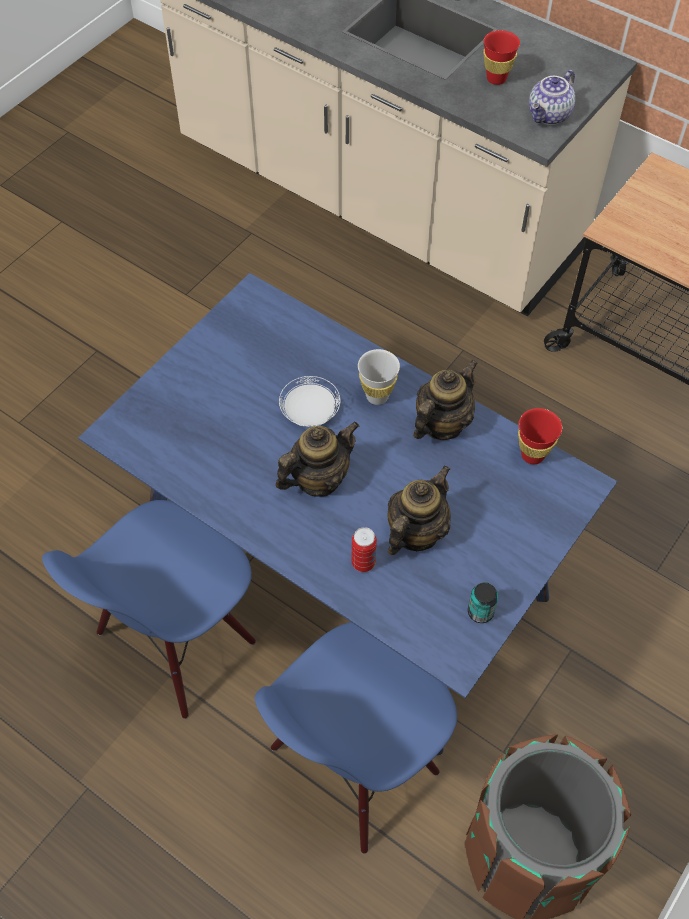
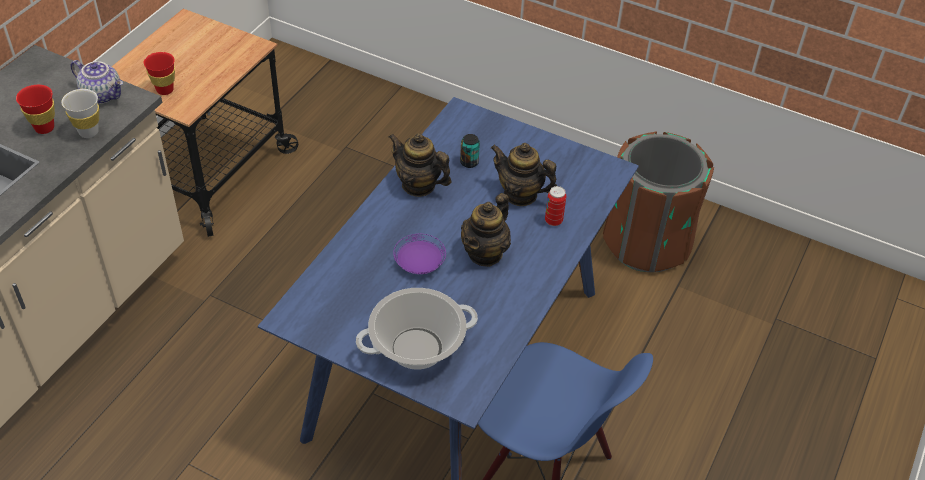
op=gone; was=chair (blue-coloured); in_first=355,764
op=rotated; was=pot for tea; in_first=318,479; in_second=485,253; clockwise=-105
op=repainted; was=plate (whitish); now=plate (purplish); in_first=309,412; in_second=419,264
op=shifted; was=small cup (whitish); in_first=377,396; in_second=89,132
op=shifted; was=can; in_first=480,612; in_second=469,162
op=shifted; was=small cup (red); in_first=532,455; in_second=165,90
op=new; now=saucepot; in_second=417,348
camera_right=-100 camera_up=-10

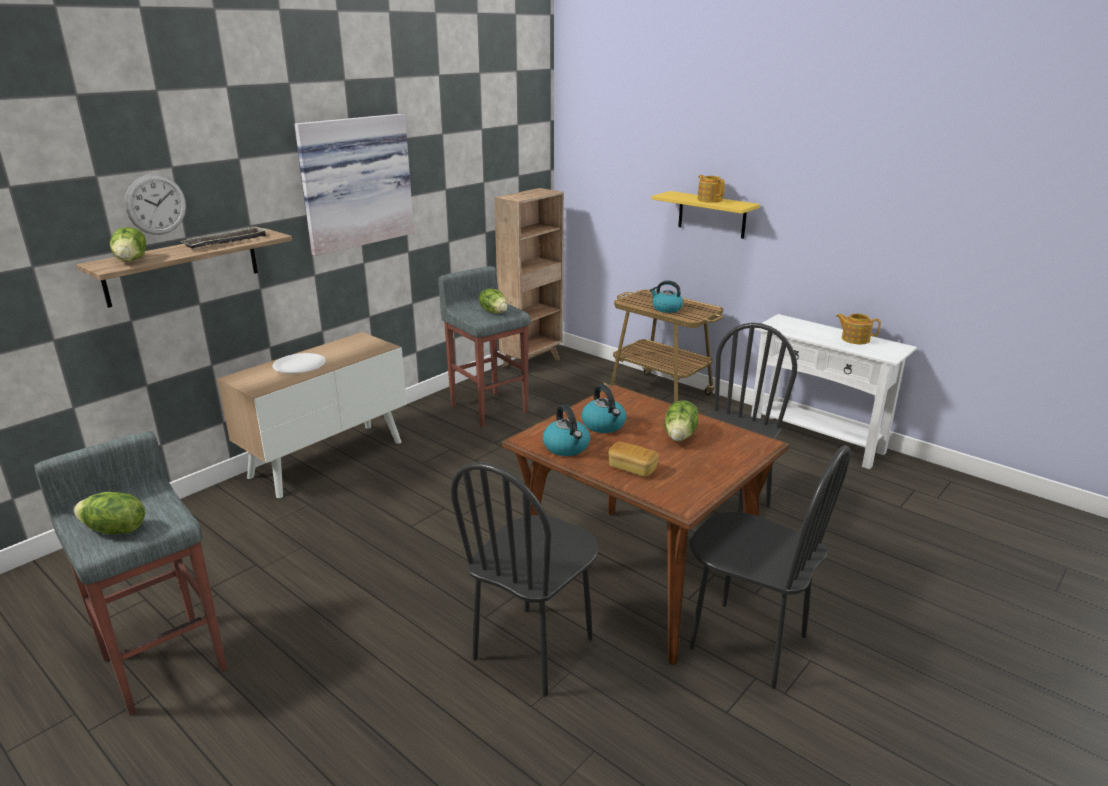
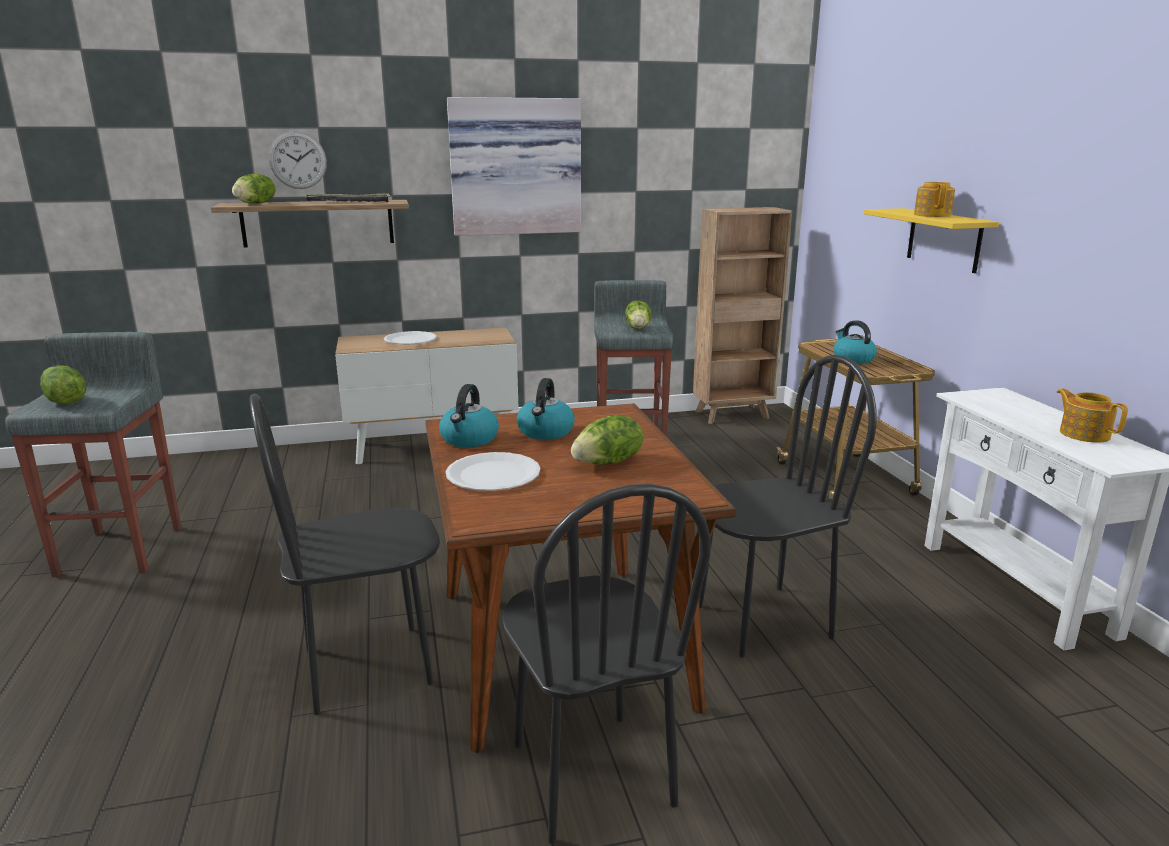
op=swapped; was=baked bread; now=plate (whitish); in_first=632,469; in_second=493,474
camera_right=35 camera_up=-5

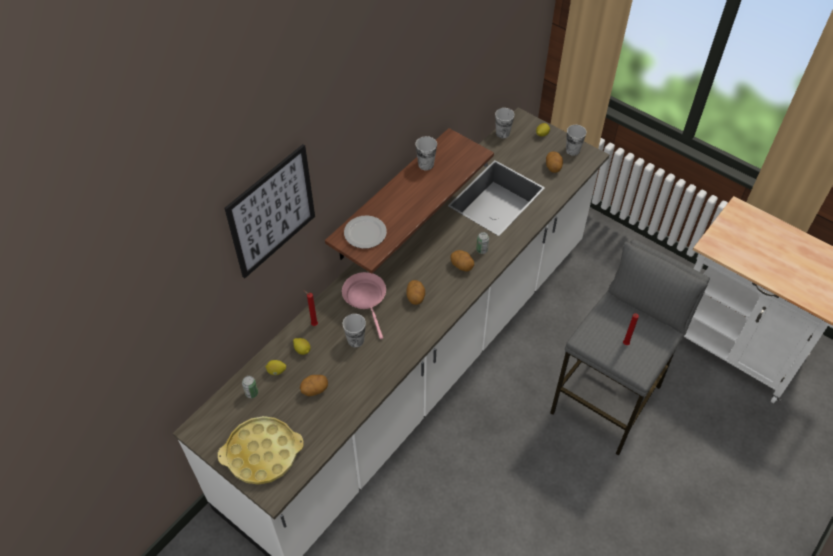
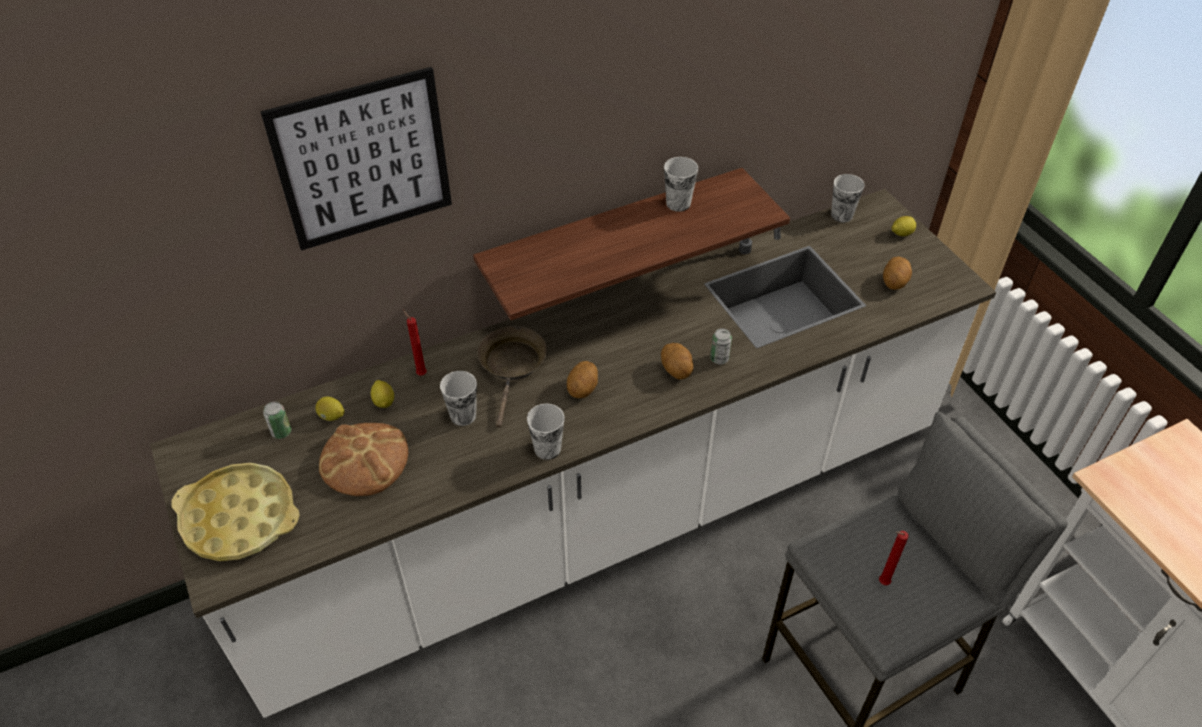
op=swapped; was=potato; now=baked bread; in_first=314,390; in_second=364,460
op=repainted; was=frying pan (pink); now=frying pan (brown); in_first=366,299; in_second=512,366
op=gone; was=plate; in_first=365,233
op=shifted; was=small cup; in_first=572,150; in_second=547,449
camera_right=25 camera_up=-5

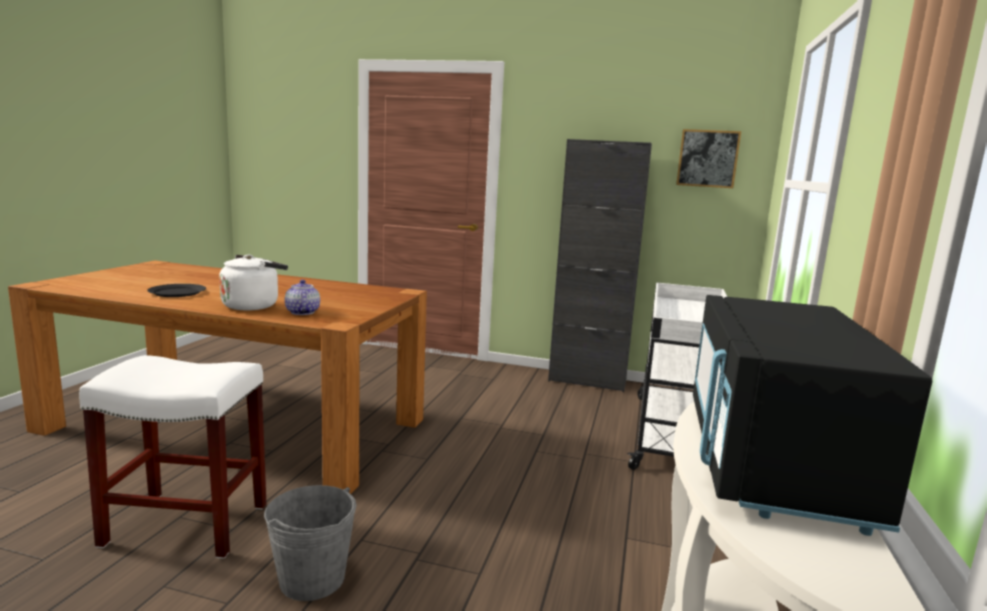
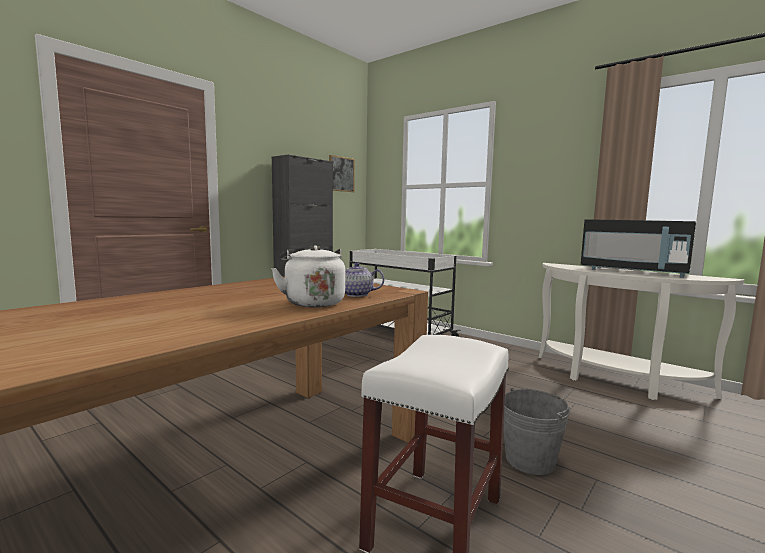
op=gone; was=plate (black-coloured); in_first=177,292
camera_right=-65 camera_up=-5

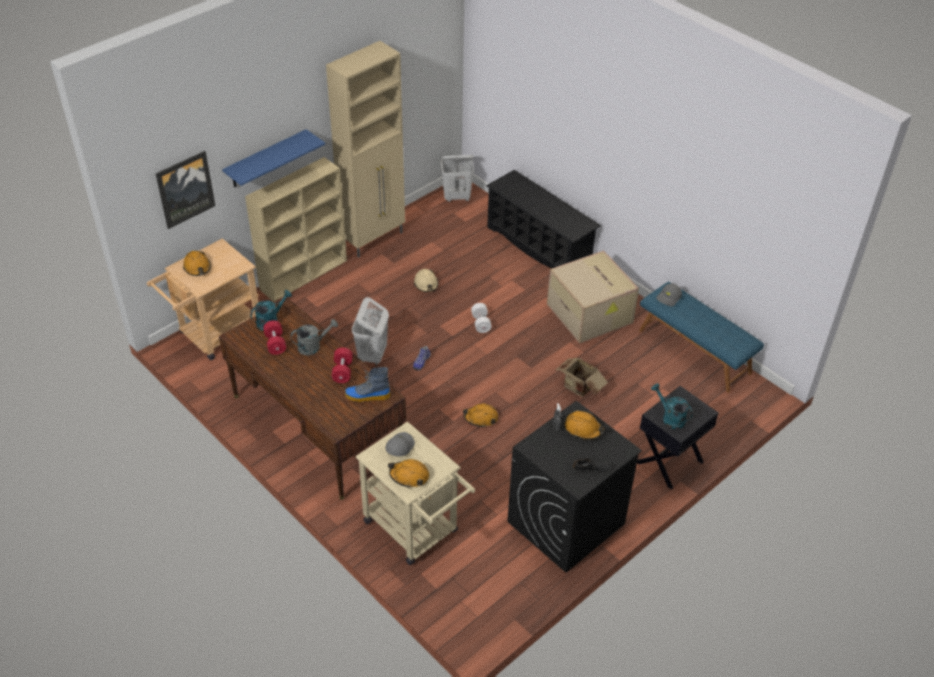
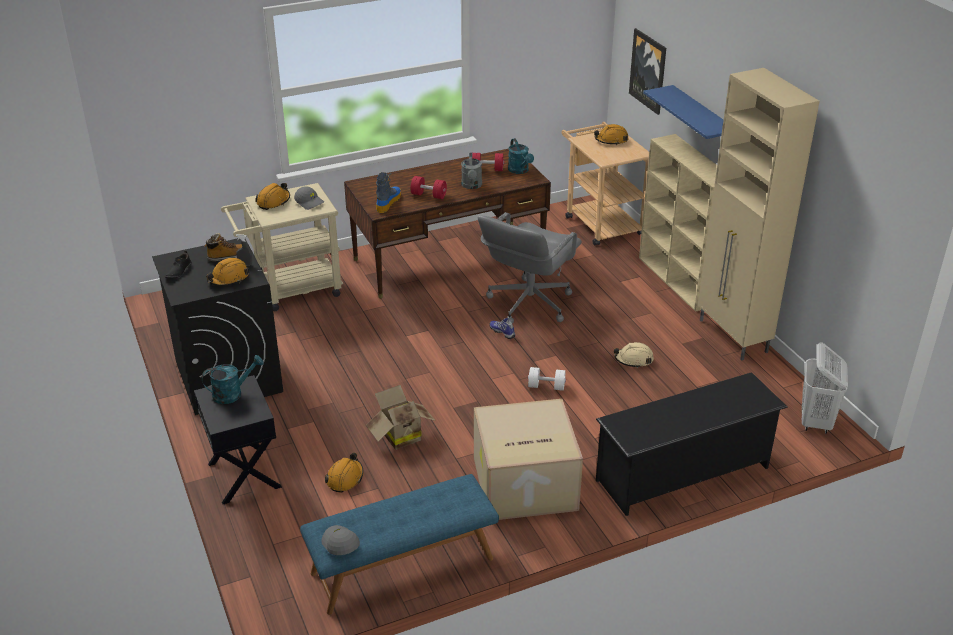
op=swapped; was=washing basket (whitish); now=computer chair (grey); in_first=372,355; in_second=528,303
op=shifted; was=hard hat (orangey); in_first=481,418; in_second=345,478
op=shifted; was=cap (grey); in_first=669,298; in_second=340,544
op=new; now=tall boot; in_second=228,256
camera_right=110 camera_up=-10

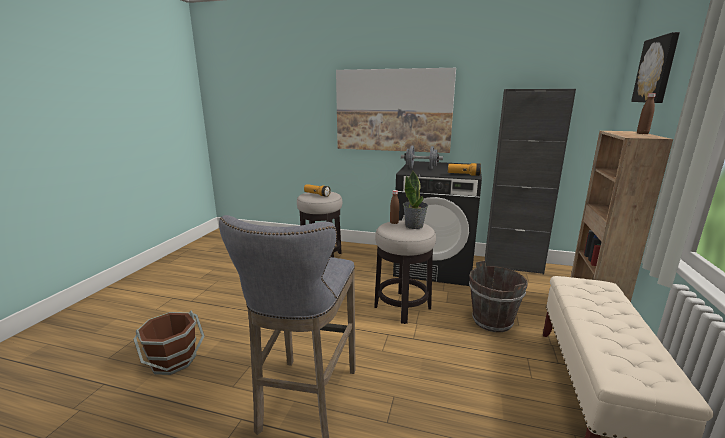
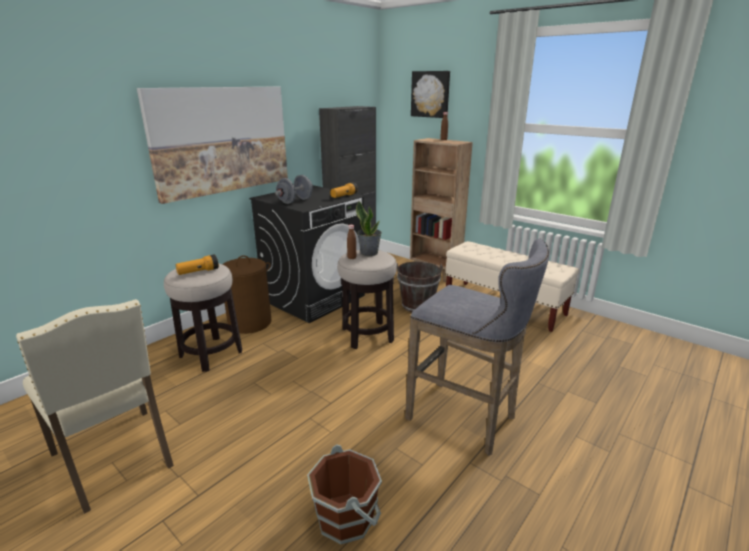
op=new; now=chair (sand-coloured); in_second=116,459
op=new; now=washing basket (brown); in_second=249,323
camera_right=-65 camera_up=5

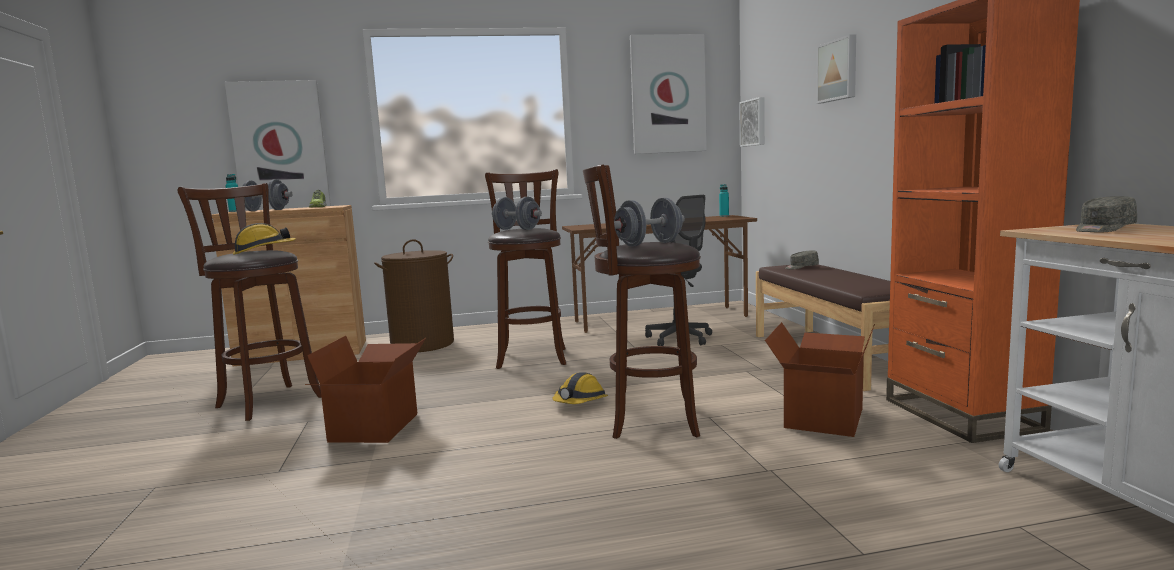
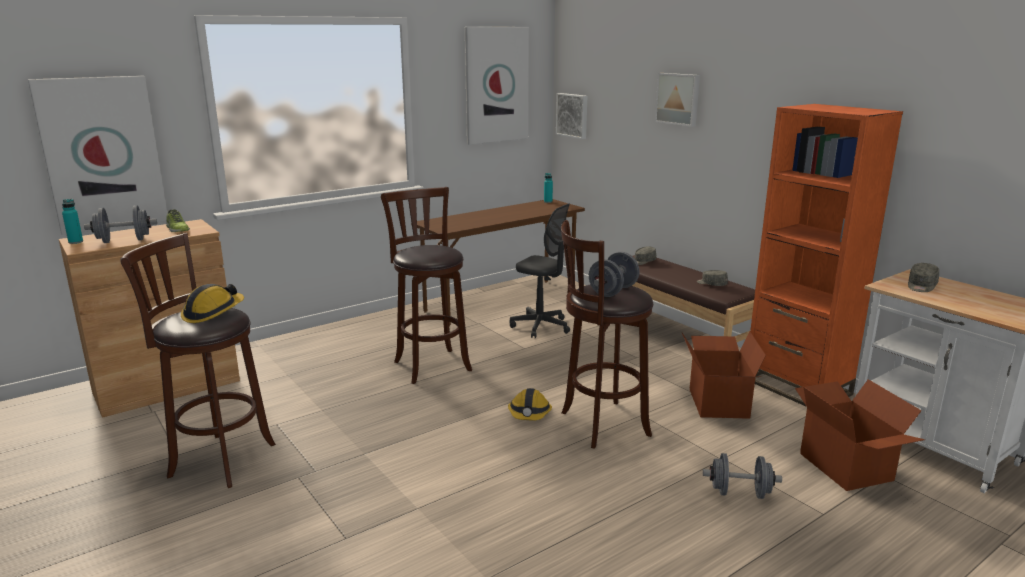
op=shifted; was=cardboard box; in_first=376,427; in_second=847,466
op=gone; was=washing basket (brown); in_first=422,344
op=shifted; was=dumbbell (grey); in_first=517,229; in_second=739,493
op=new; now=cap (grey); in_second=711,284
camera_right=-25 camera_up=10

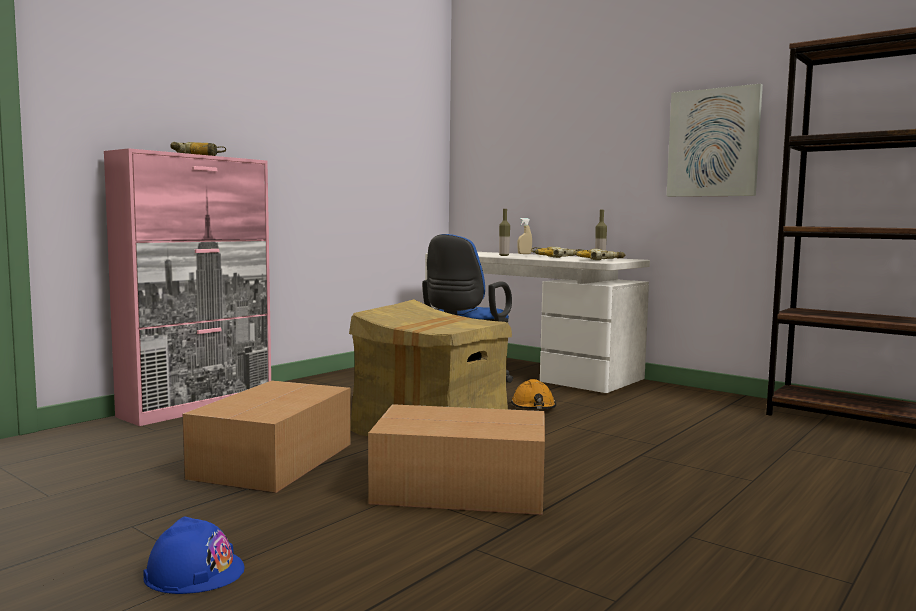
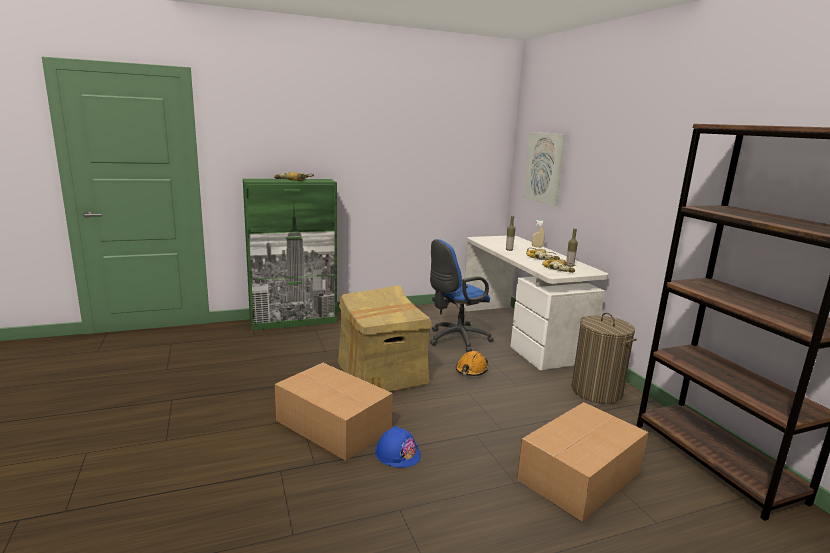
op=repainted; was=storage cabinet (pink); now=storage cabinet (greenish); in_first=199,406; in_second=294,321
op=shifted; was=hard hat (blue-coloured); in_first=194,572; in_second=397,453
op=shifted; was=cardboard box; in_first=276,460; in_second=581,475
op=shifted; was=wall picture; in_first=713,143; in_second=544,167
op=new; now=washing basket; in_second=596,391
camera_right=30 camera_up=10

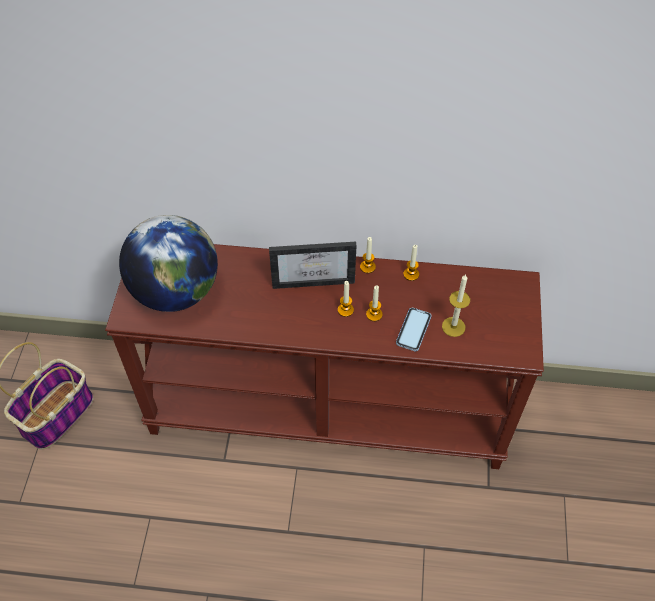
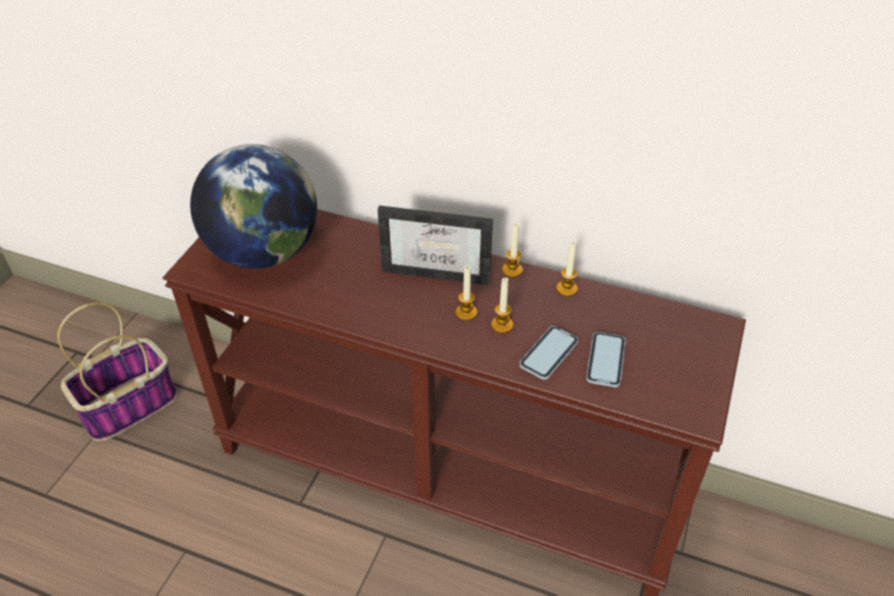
op=swapped; was=wax candle; now=handset; in_first=453,326; in_second=605,361
camera_right=15 camera_up=-10

